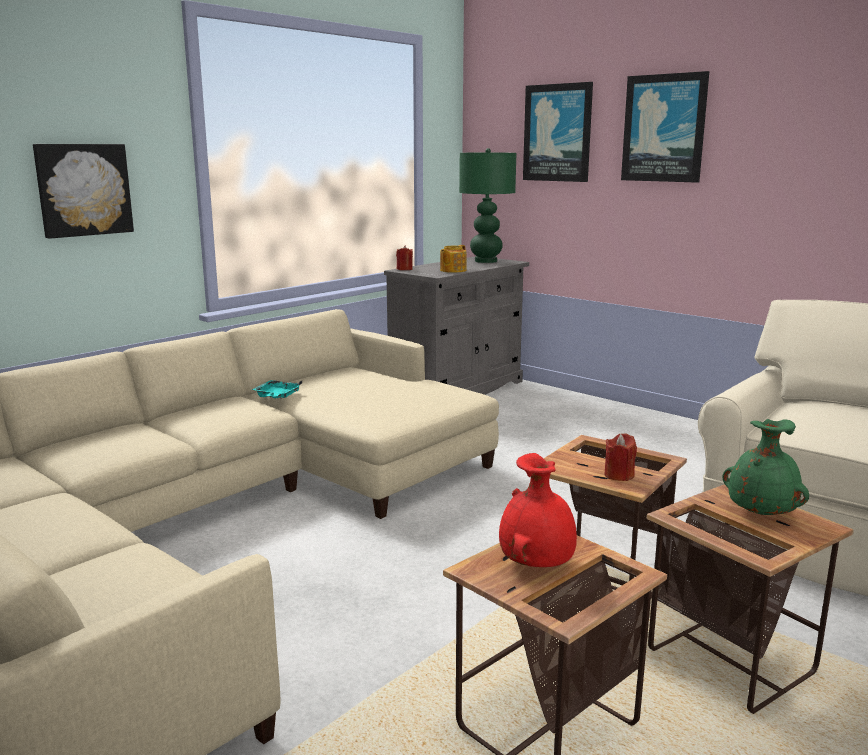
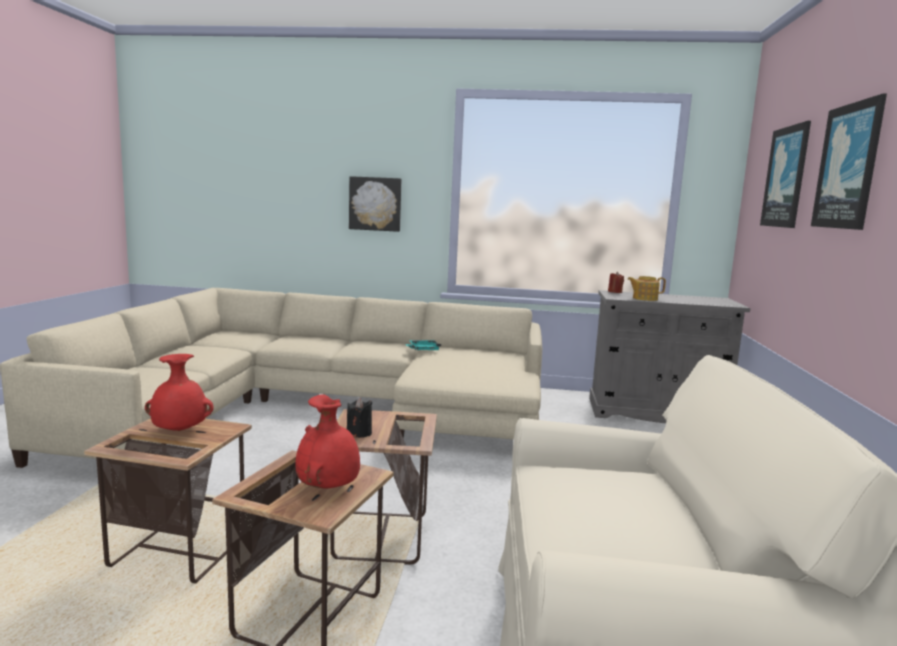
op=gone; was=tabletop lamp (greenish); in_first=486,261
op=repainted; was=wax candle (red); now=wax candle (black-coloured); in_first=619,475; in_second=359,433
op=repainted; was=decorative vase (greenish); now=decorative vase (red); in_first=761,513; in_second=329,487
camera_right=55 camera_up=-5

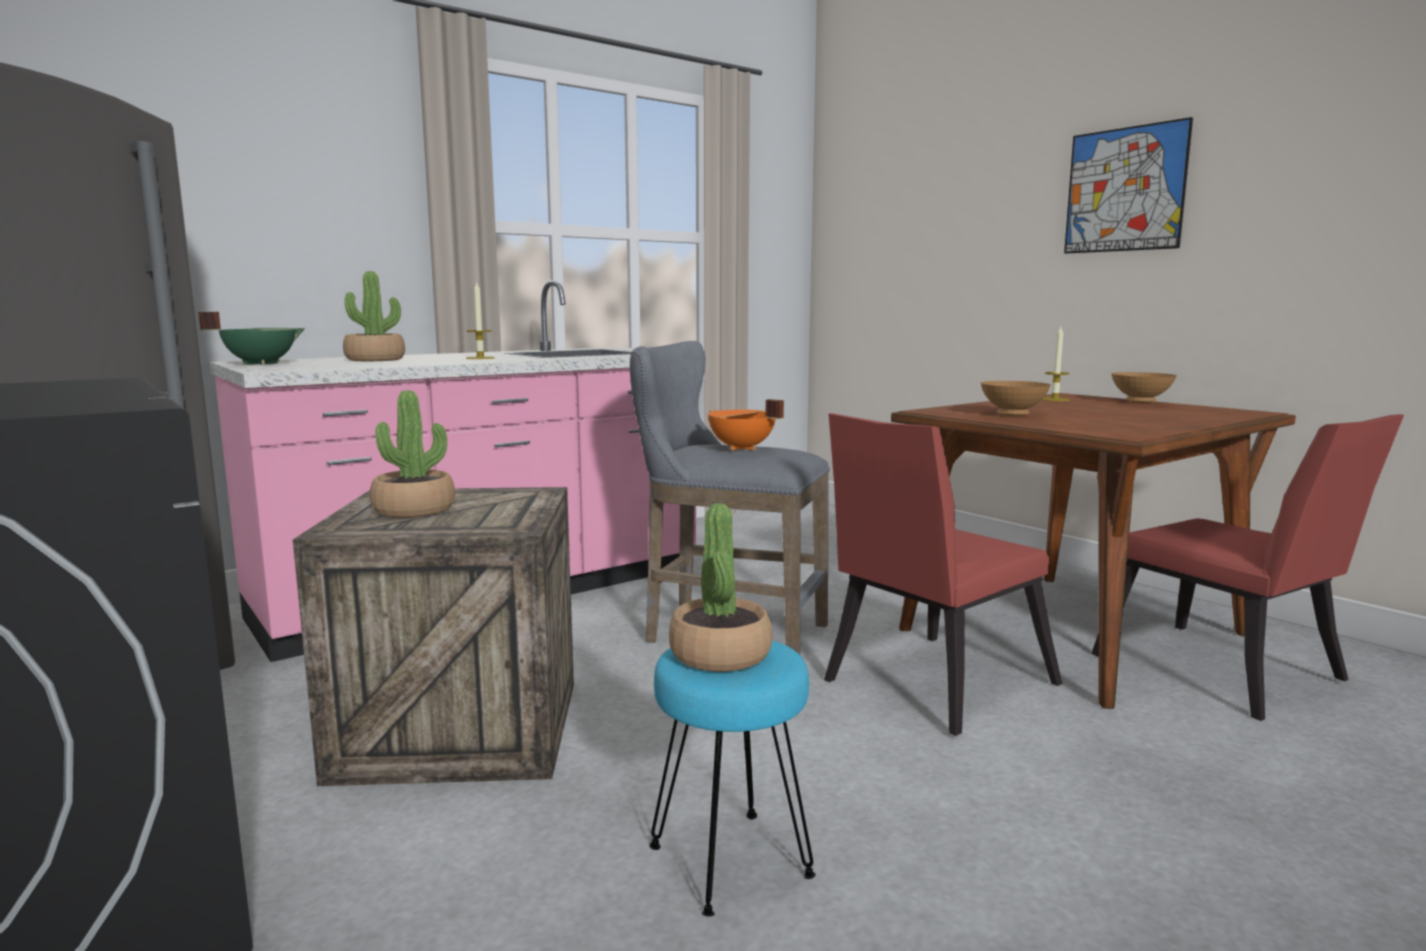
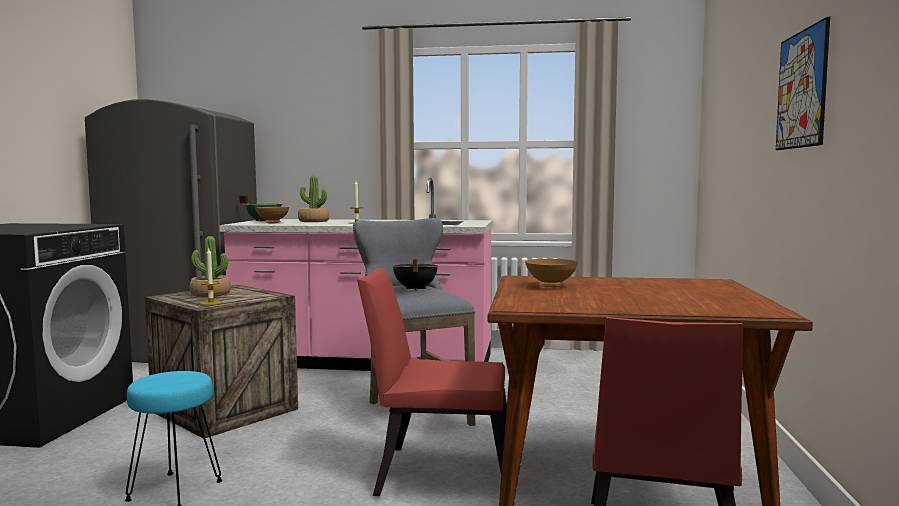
op=gone; was=plant in a pot; in_first=720,655
op=repainted; was=saucepot (orangey); now=saucepot (black-coloured); in_first=741,448; in_second=414,289
op=shifted; was=wax candle; in_first=1055,399; in_second=211,303
op=shifted; was=deep dish (brown); in_first=1139,402; in_second=272,223
camera_right=45 camera_up=-5

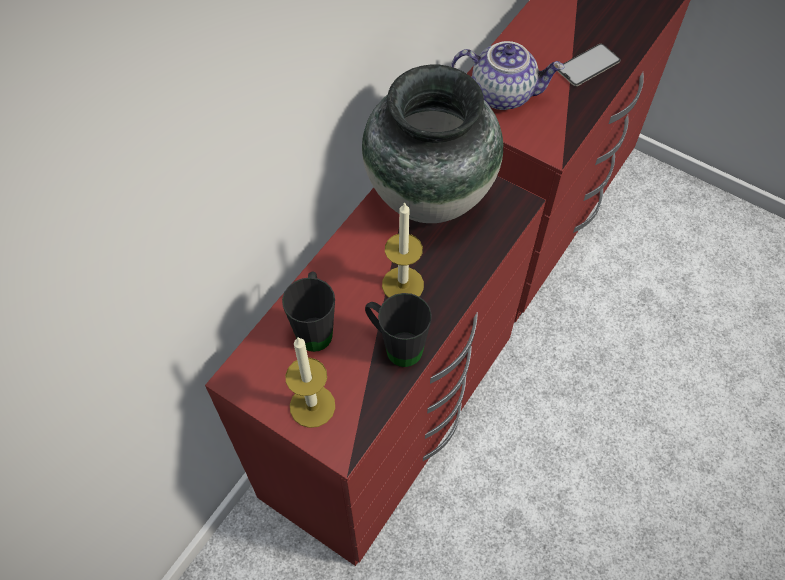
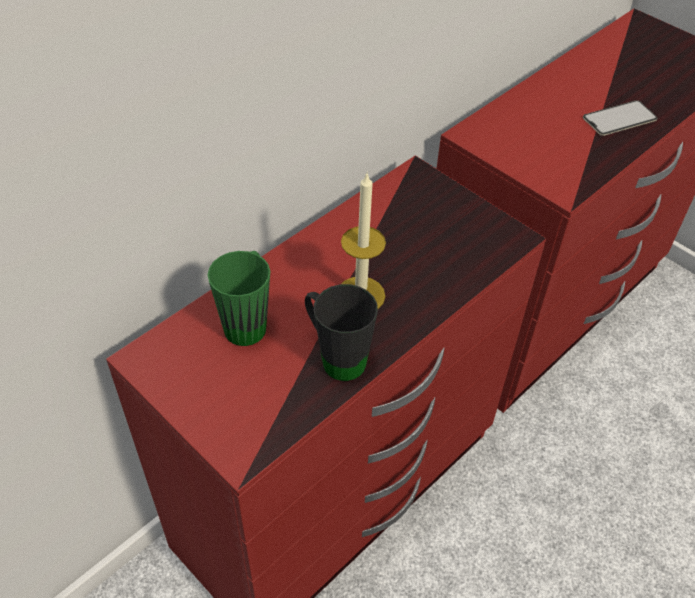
op=repainted; was=tea mug (black-coloured); now=tea mug (greenish); in_first=315,326; in_second=248,320
op=gone; was=wax candle; in_first=312,406
op=gone; was=decorative vase; in_first=428,196
op=gone; was=pot for tea; in_first=503,93
camera_right=10 camera_up=-10

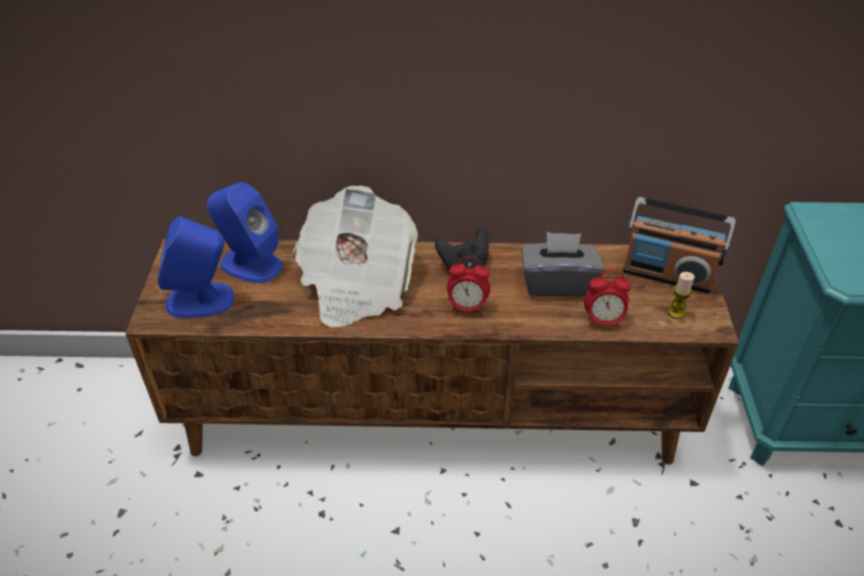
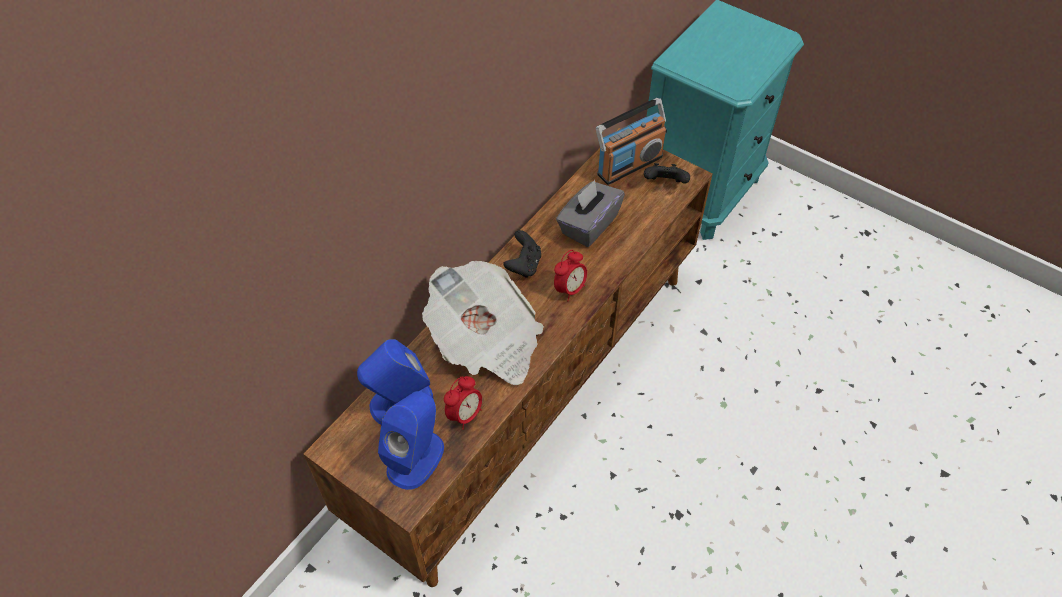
op=shifted; was=table clock; in_first=603,321; in_second=465,415
op=swapped; was=wax candle; now=joypad (black-coloured); in_first=676,312; in_second=665,184
camera_right=-55 camera_up=10

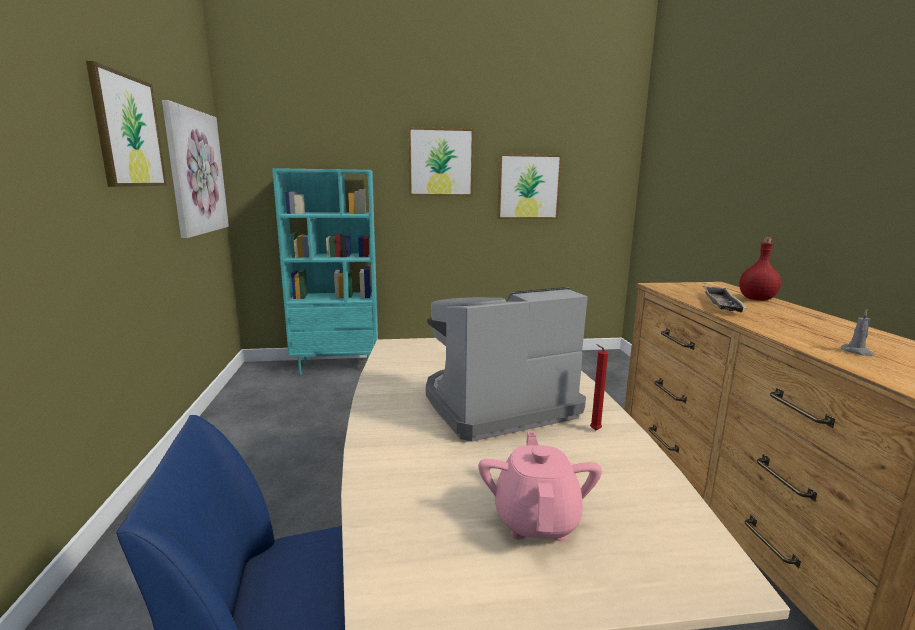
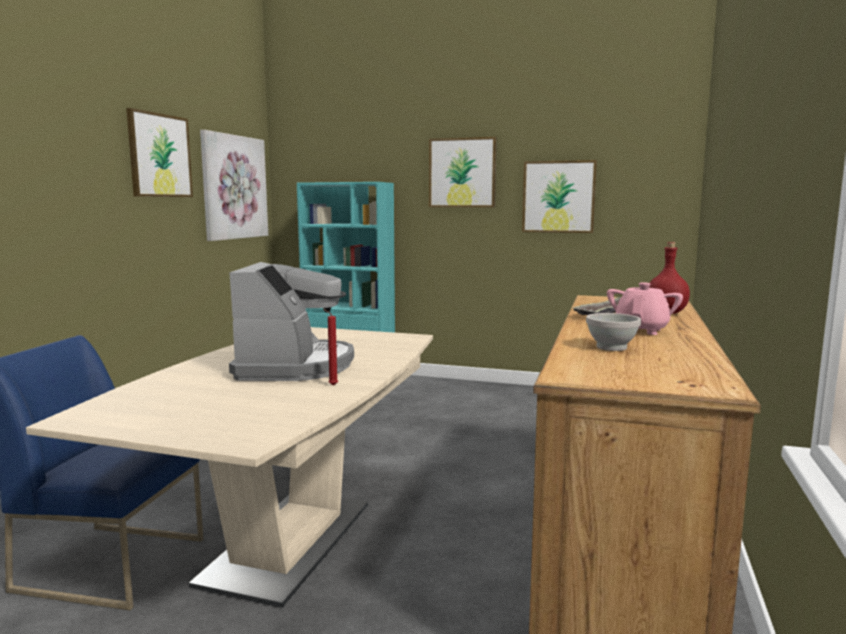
op=rotated; was=coffee machine; in_first=496,405; in_second=295,366; clockwise=90
op=shifted; was=pot for tea (pink); in_first=536,520; in_second=641,330
op=swapped; was=wax candle (grey); now=deep dish (whitish); in_first=857,352; in_second=611,347
camera_right=25 camera_up=-5

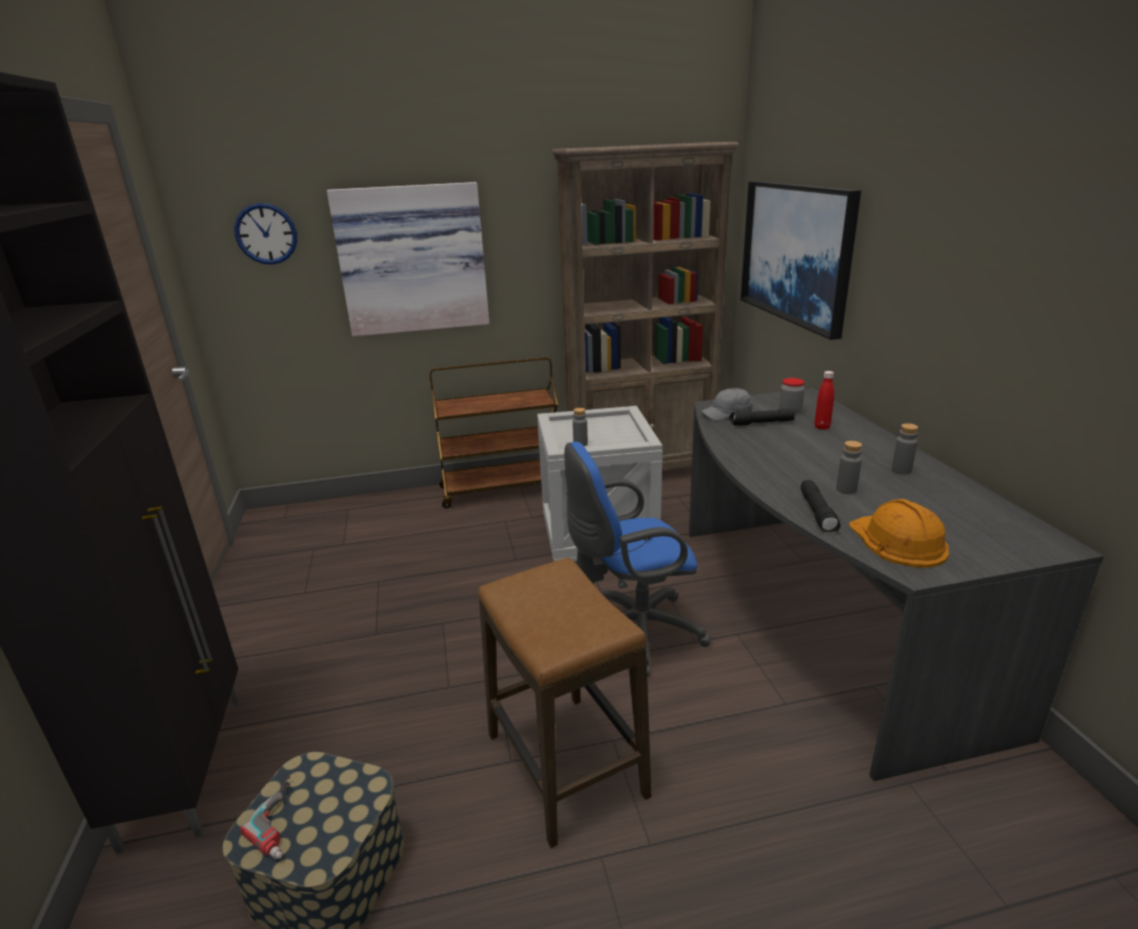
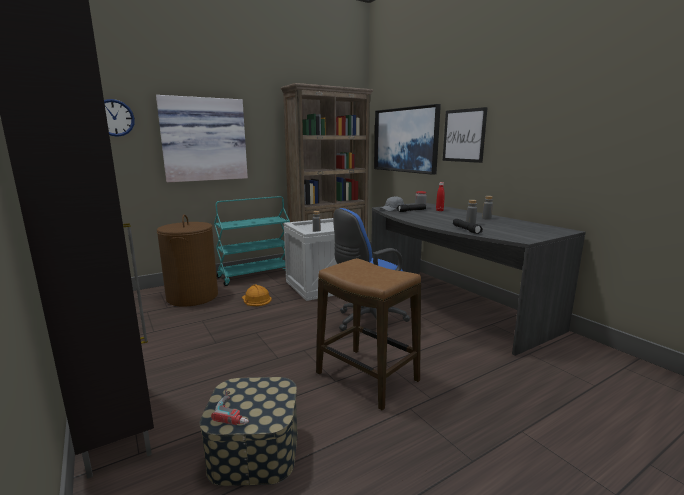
op=repainted; was=trolley (brown); now=trolley (turquoise); in_first=502,489; in_second=255,275
op=shifted; was=hard hat (orangey); in_first=898,541; in_second=256,299
op=new; now=washing basket (brown); in_second=193,297
op=new; now=wall picture; in_second=464,135
camera_right=-20 camera_up=-10

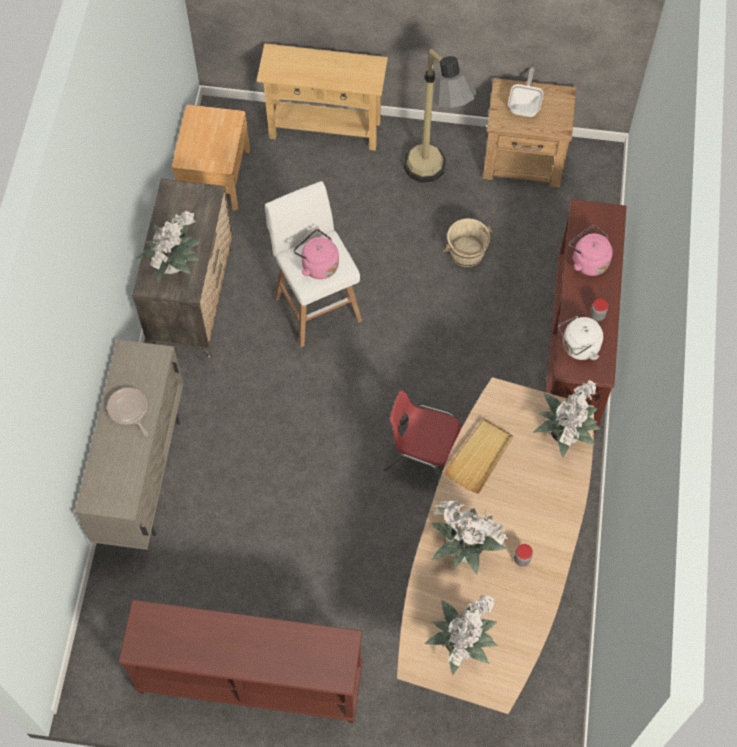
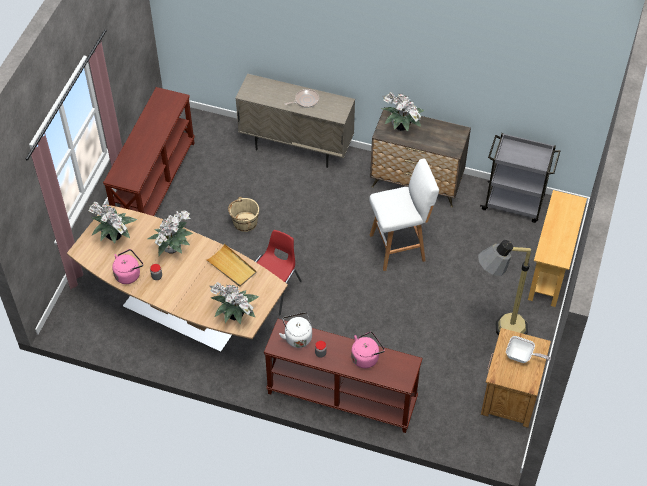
op=swapped; was=bedside table (brown); now=trolley (grey); in_first=215,176; in_second=514,203
op=shifted; was=kettle (pink); in_first=318,265; in_second=129,274
op=shifted; was=pail (sand-coloured); in_first=467,253; in_second=244,222
camera_right=100 camera_up=-10

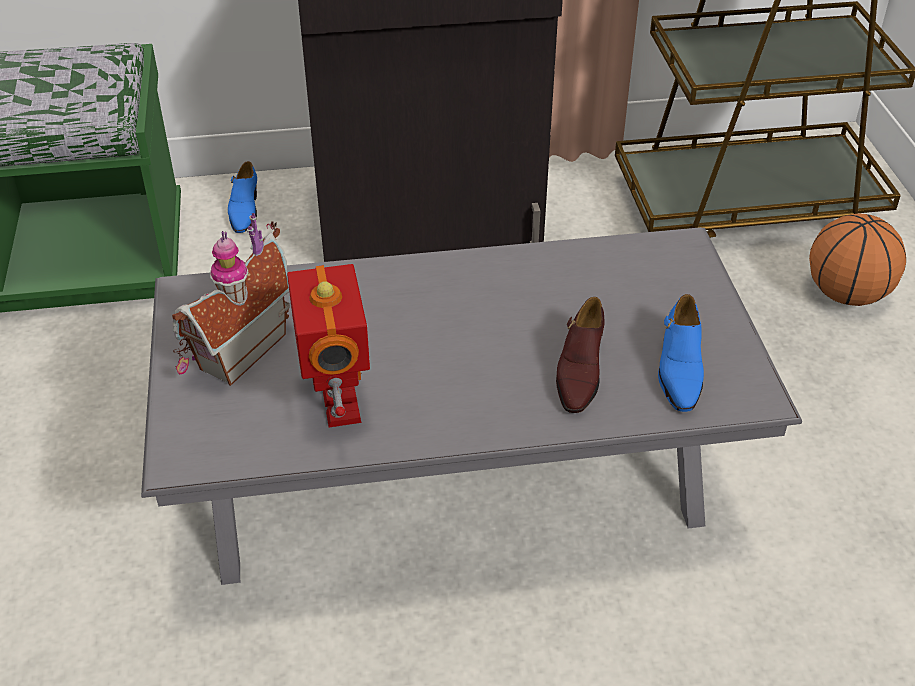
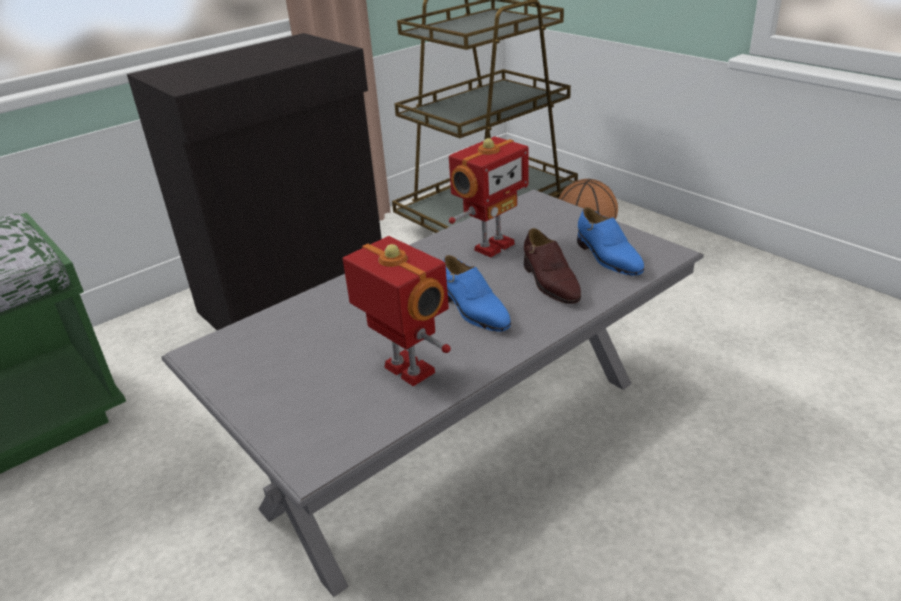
op=gone; was=miniature house; in_first=235,350
op=shifted; was=item of footwear (blue-coloured); in_first=244,210; in_second=474,310
op=new; now=toy robot; in_second=492,246
camera_right=-30 camera_up=-10

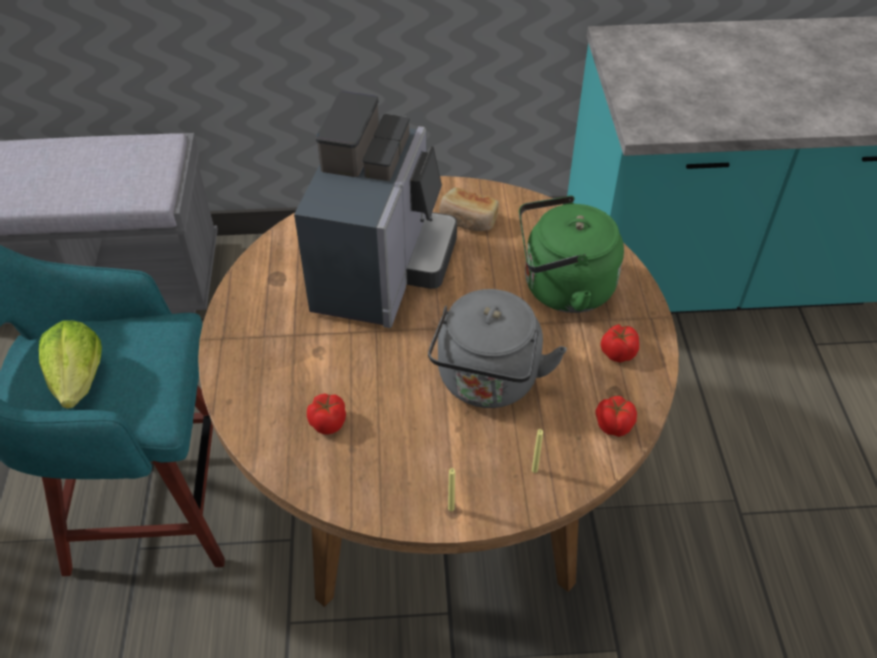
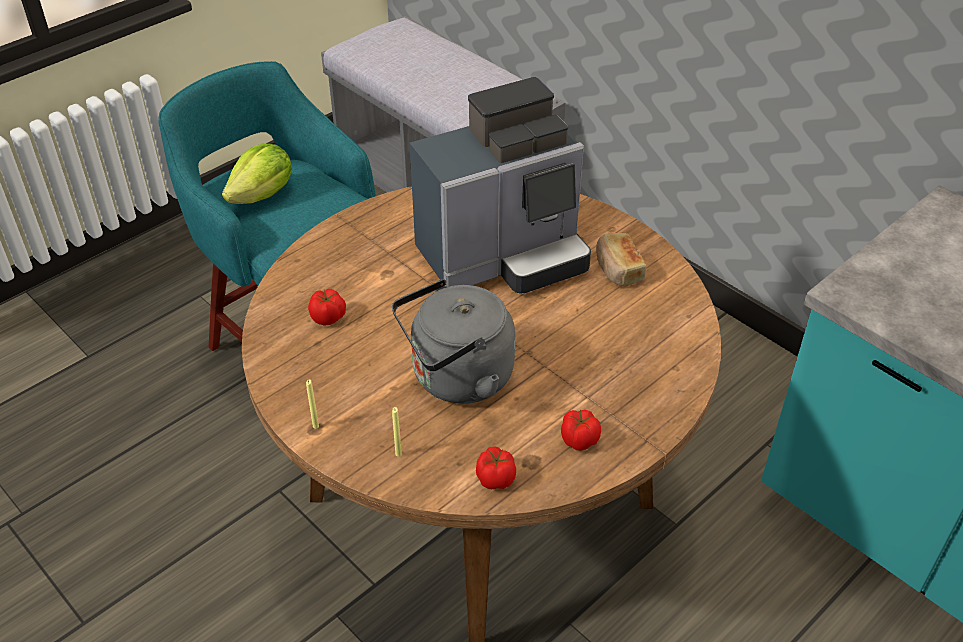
op=gone; was=kettle (greenish); in_first=562,288
camera_right=50 camera_up=-5

